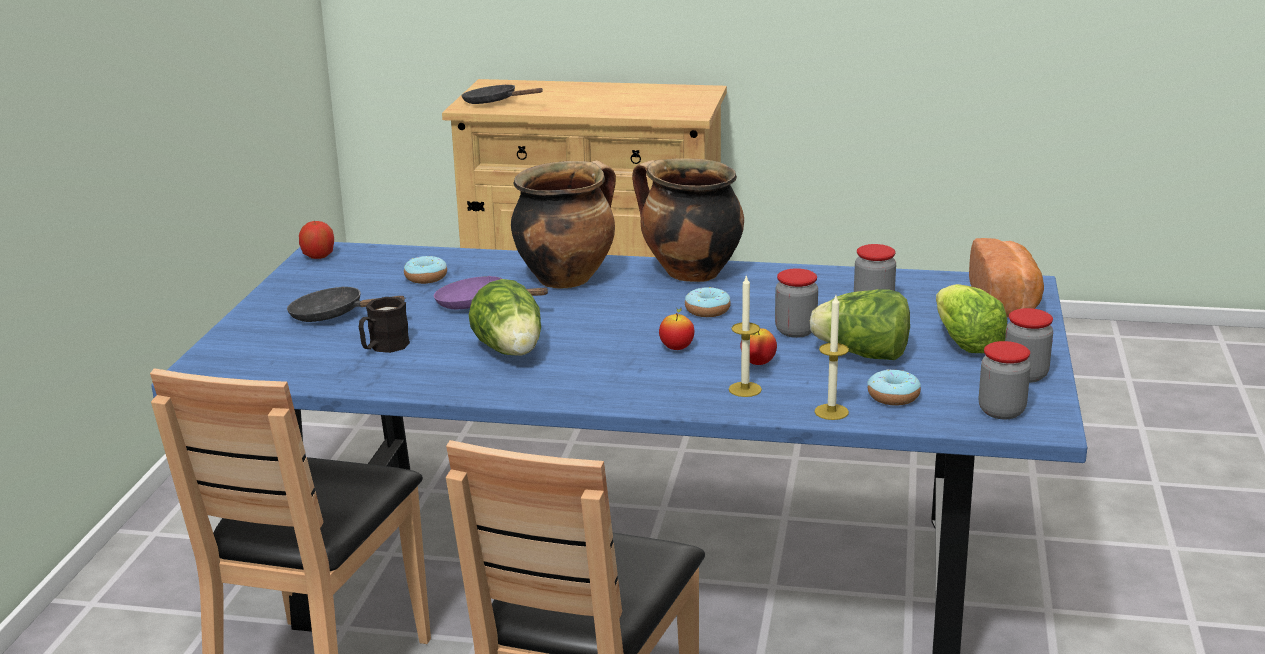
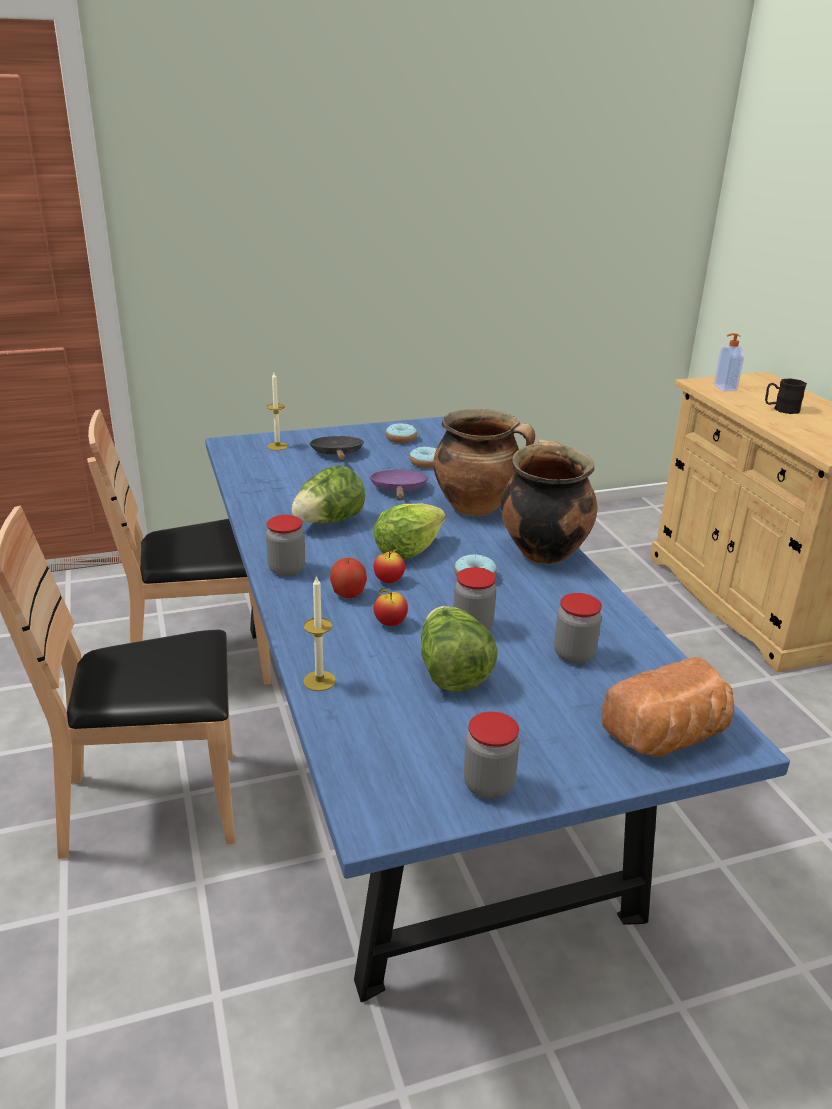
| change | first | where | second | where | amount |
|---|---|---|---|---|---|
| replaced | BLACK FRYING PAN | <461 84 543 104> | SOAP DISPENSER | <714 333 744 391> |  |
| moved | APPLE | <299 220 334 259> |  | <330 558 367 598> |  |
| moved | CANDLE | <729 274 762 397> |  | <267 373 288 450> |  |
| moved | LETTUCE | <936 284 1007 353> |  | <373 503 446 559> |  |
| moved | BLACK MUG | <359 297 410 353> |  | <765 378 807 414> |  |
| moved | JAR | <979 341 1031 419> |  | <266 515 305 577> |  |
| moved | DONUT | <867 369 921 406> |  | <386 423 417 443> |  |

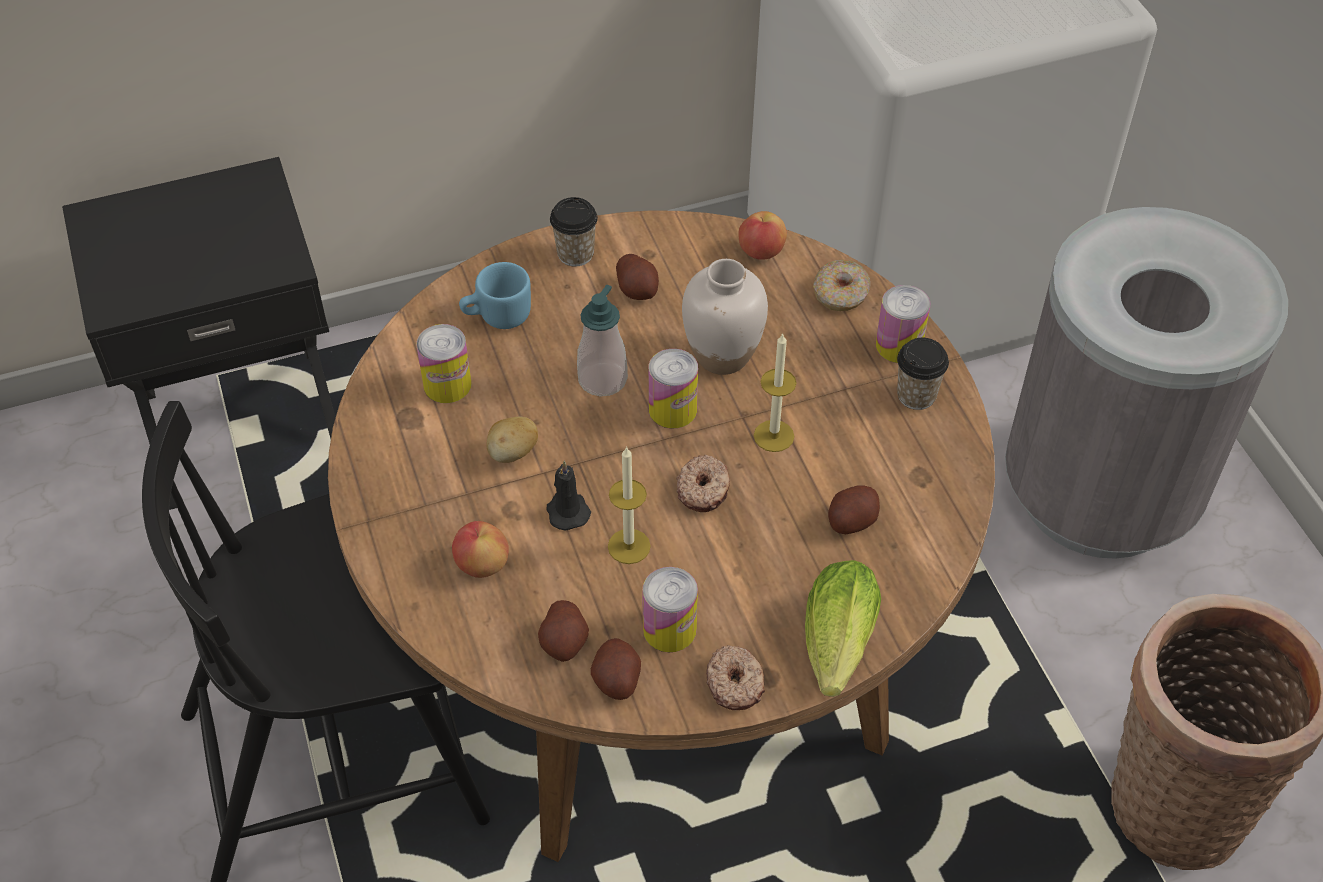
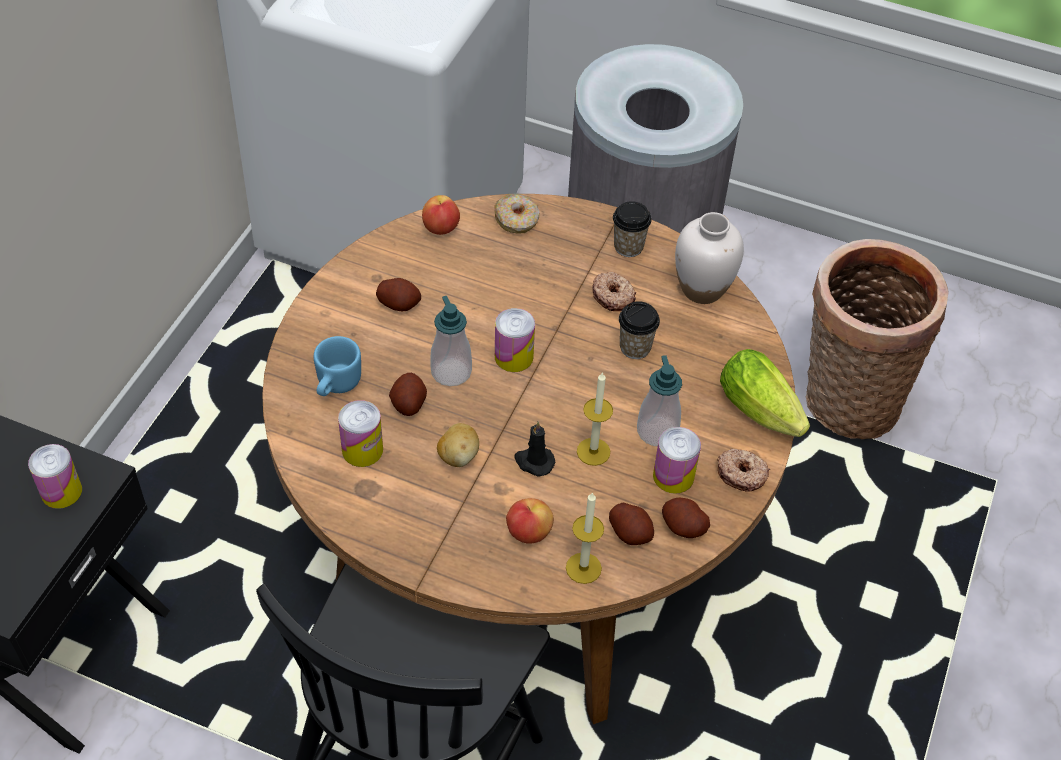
| change | first | where | second | where | amount |
|---|---|---|---|---|---|
| moved | CUP | <550 197 598 266> |  | <619 301 660 359> |  |
| moved | WHITE VASE | <682 259 768 375> |  | <675 212 744 304> |  |
| moved | CAN | <876 285 930 363> |  | <28 444 82 509> |  |
| moved | CANDLE | <754 333 797 452> |  | <566 492 604 584> |  |
| moved | DONUT | <676 454 730 512> |  | <592 272 636 311> |  |
| moved | POTATO | <828 486 880 534> |  | <389 373 427 416> |  |
| added |  |  | SOAP DISPENSER | <637 355 682 446> |  |

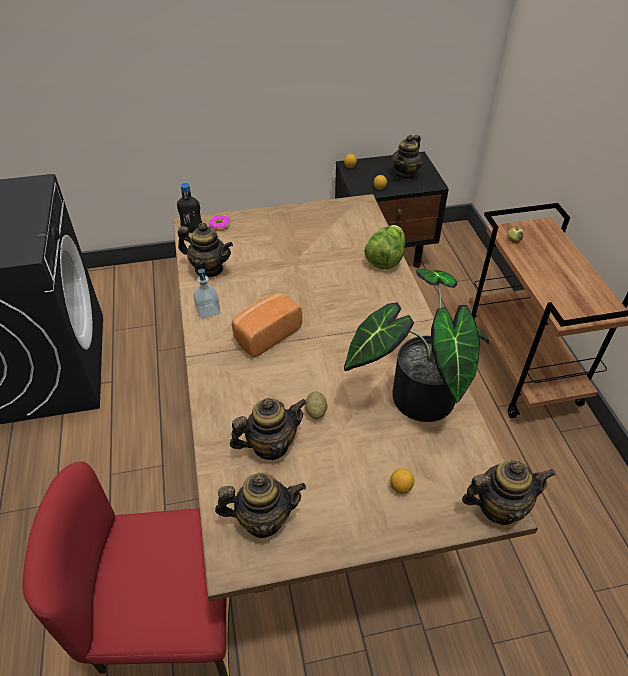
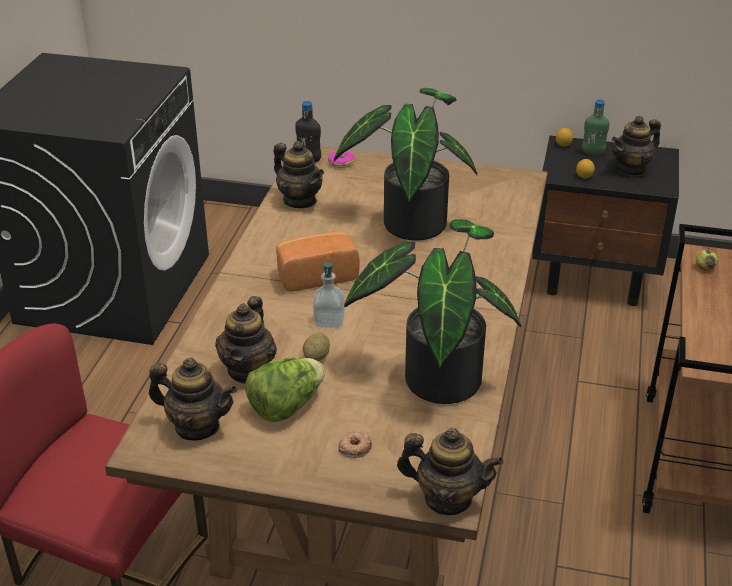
| change | first | where | second | where | amount |
|---|---|---|---|---|---|
| moved | LETTUCE | <364 225 405 269> |  | <245 357 325 422> |  |
| moved | SOAP DISPENSER | <193 269 220 318> |  | <313 262 345 328> |  |
| turned | TEAPOT | <230 398 307 460> |  | <215 296 277 384> | 105 degrees clockwise |
| replaced | LEMON | <390 469 414 494> | DONUT | <338 432 372 458> |  |
| added |  |  | POTTED PLANT | <334 88 477 241> |  |
| added |  |  | GREEN BOTTLE | <582 99 610 156> |  |

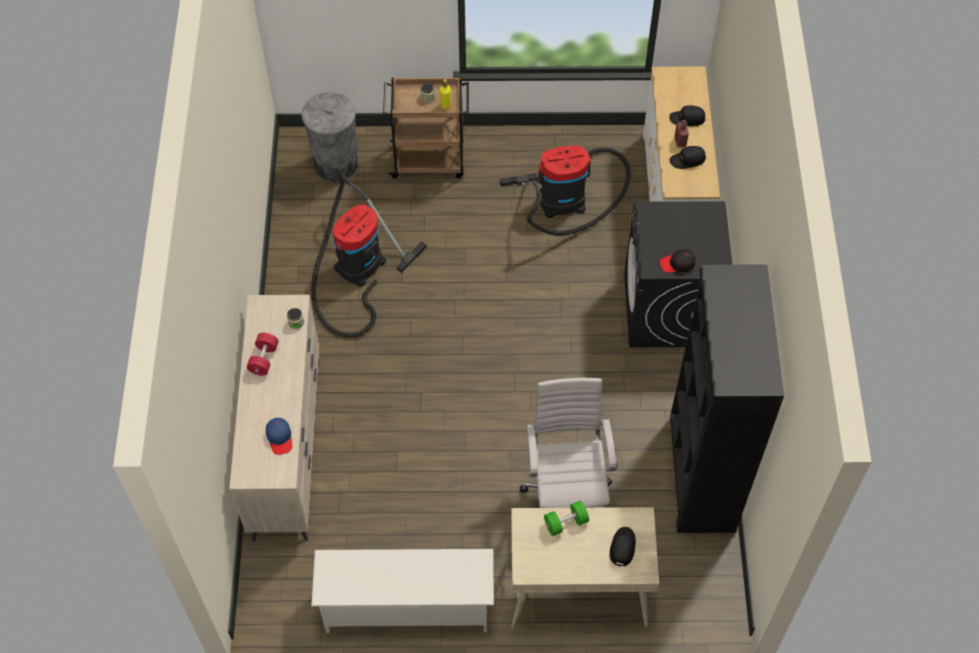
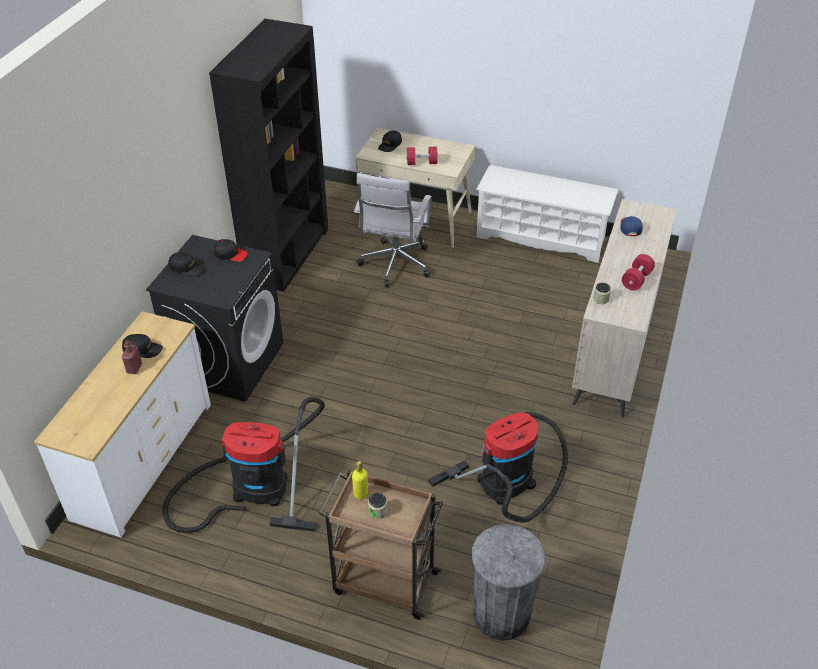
| change | first | where | second | where | amount |
|---|---|---|---|---|---|
| moved | BLACK CAP | <669 105 705 126> |  | <169 252 205 276> |  |
| recoloured | GREEN DUMBBELL | <544 501 589 536> | RED DUMBBELL | <406 147 438 165> |  |

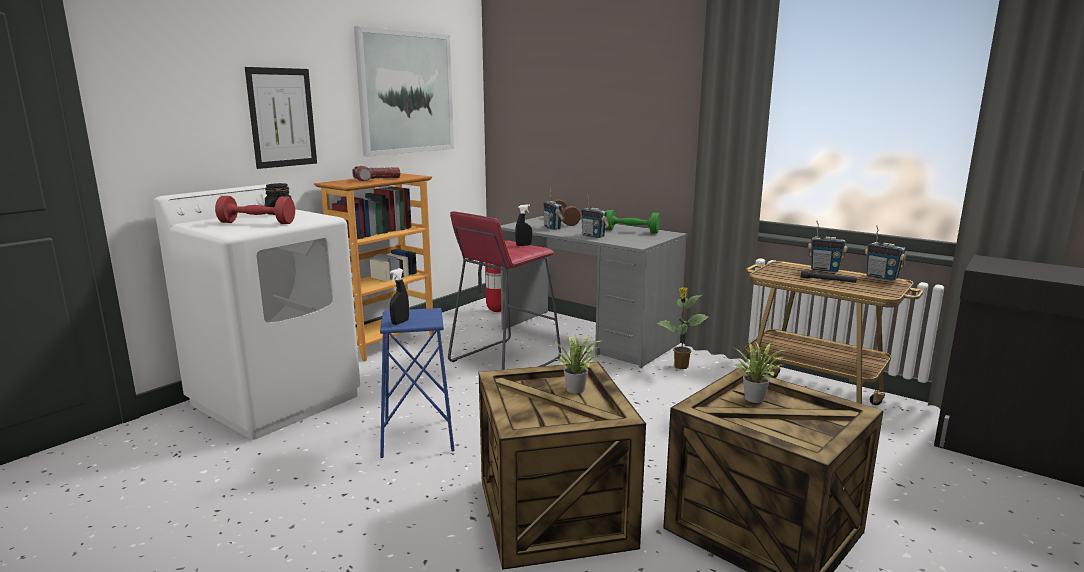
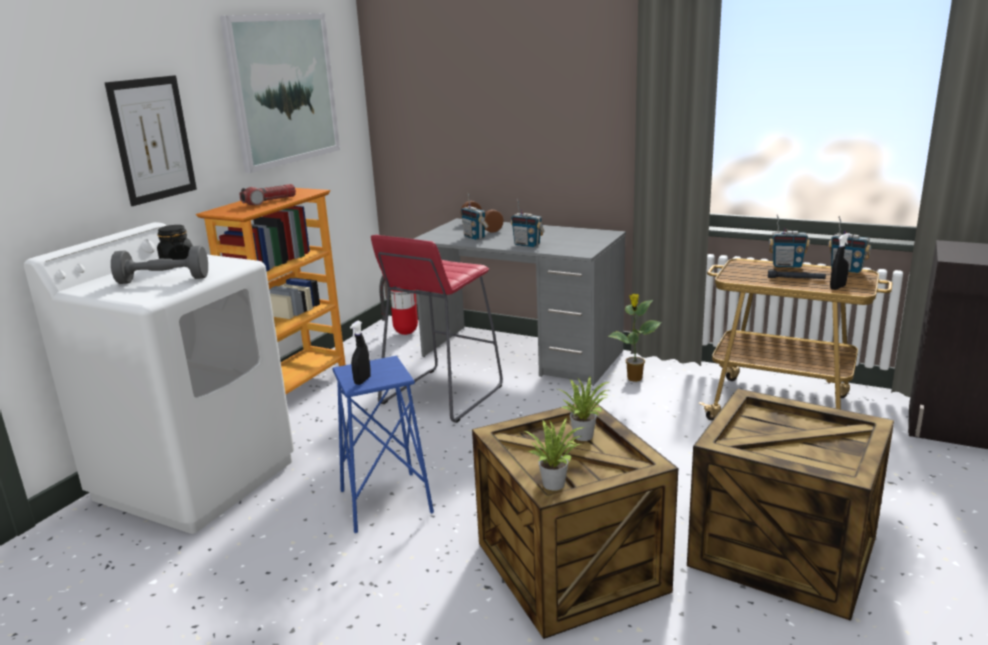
| change | first | where | second | where | amount |
|---|---|---|---|---|---|
| recoloured | RED DUMBBELL | <215 196 295 224> | GREY DUMBBELL | <111 246 208 284> |  |
| moved | BLACK SPRAY BOTTLE | <515 204 532 246> |  | <830 233 850 290> |  |
| removed | GREEN DUMBBELL | <606 210 660 234> |  |  |  |
| moved | POTTED PLANT | <735 342 786 403> |  | <525 419 584 491> |  |

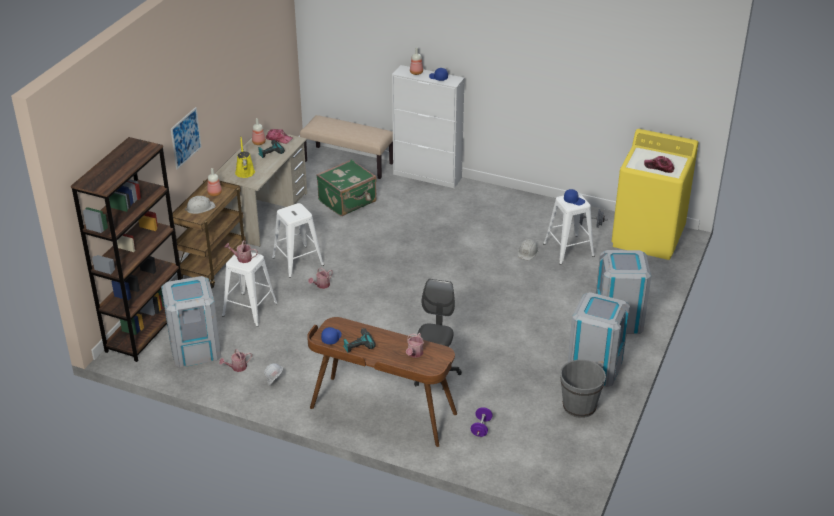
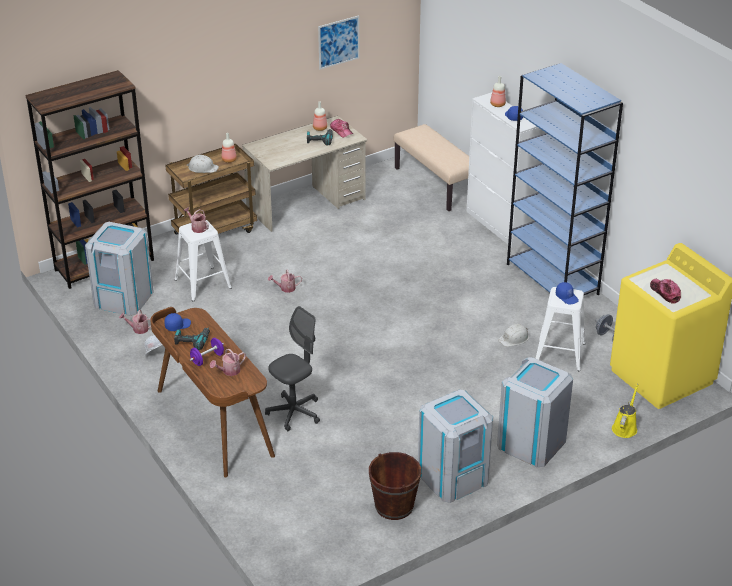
| change | first | where | second | where | amount |
|---|---|---|---|---|---|
| moved | PICTURE | <171 107 202 169> |  | <318 15 359 69> |  |
| moved | YELLOW WATERING CAN | <235 136 255 178> |  | <612 384 639 438> |  |
| removed | GREEN SUITCASE | <316 159 376 216> |  |  |  |
| removed | WHITE STOOL | <272 203 324 278> |  |  |  |
| recoloured | GREY BUCKET | <560 360 606 418> | BROWN BUCKET | <369 452 421 520> |  |
| moved | PURPLE DUMBBELL | <471 407 493 437> |  | <190 338 224 366> |  |
| added |  |  | BLUE BOOKCASE | <507 63 623 295> |  |

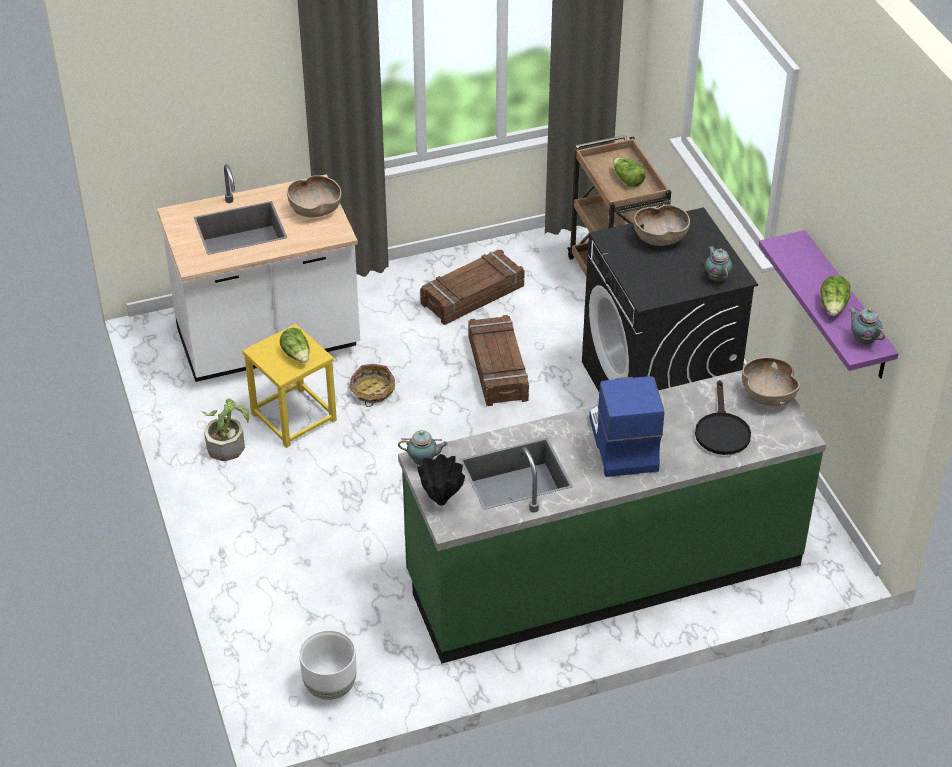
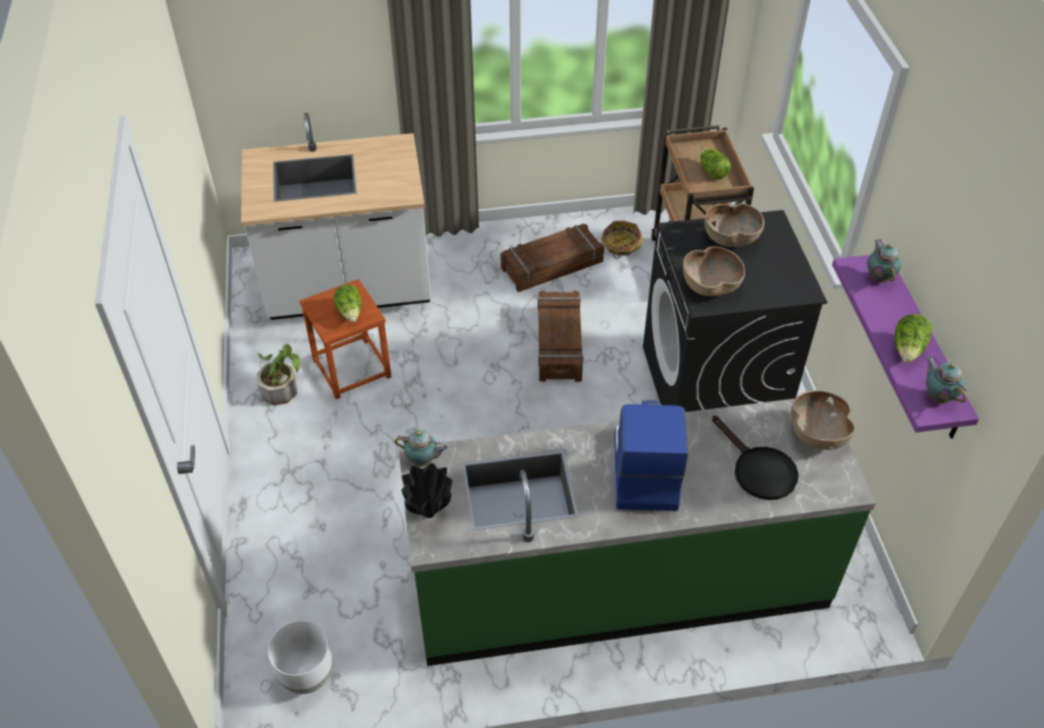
| change | first | where | second | where | amount |
|---|---|---|---|---|---|
| moved | BROWN BOWL | <287 175 342 218> |  | <683 246 745 296> |  |
| moved | TEAPOT | <705 246 732 281> |  | <867 239 901 283> |  |
| recoloured | YELLOW STOOL | <242 324 337 448> | BROWN STOOL | <299 279 392 399> |  |
| moved | BASKET | <349 364 395 407> |  | <601 221 643 259> |  |
| turned | BLACK FRYING PAN | <695 380 751 455> |  | <712 415 799 500> | 45 degrees counterclockwise |

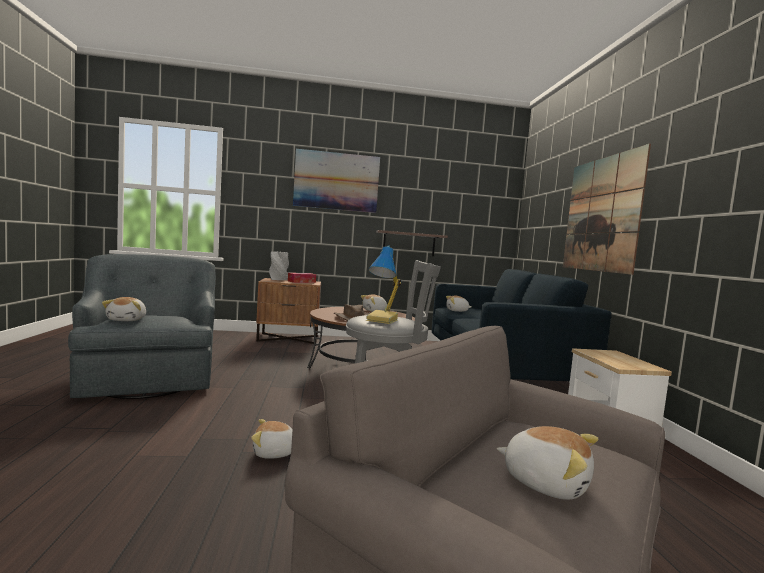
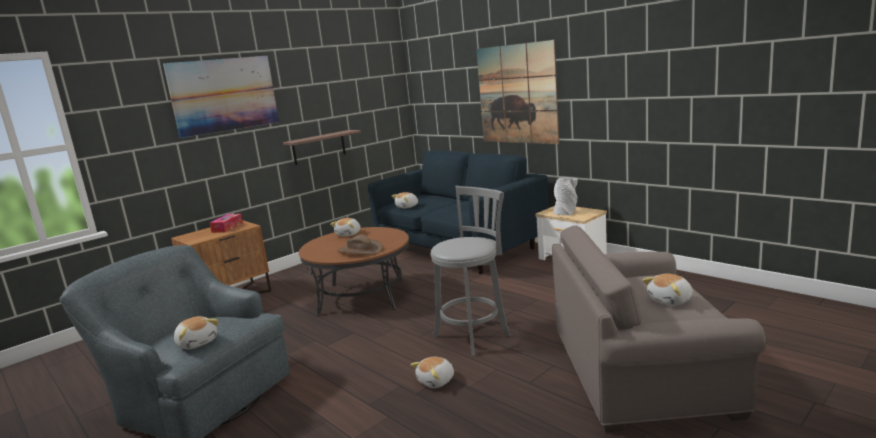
| change | first | where | second | where | amount |
|---|---|---|---|---|---|
| removed | TABLE LAMP | <366 245 401 324> |  |  |  |
| moved | GREY VASE | <269 251 289 280> |  | <553 177 578 215> |  |
| turned | PLUSH TOY | <497 426 598 500> |  | <642 274 693 306> | 150 degrees clockwise |

